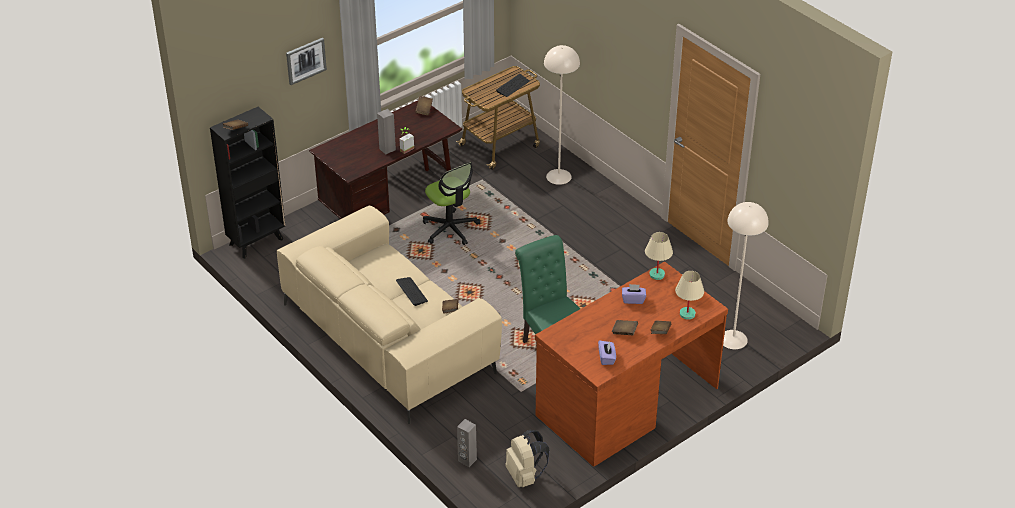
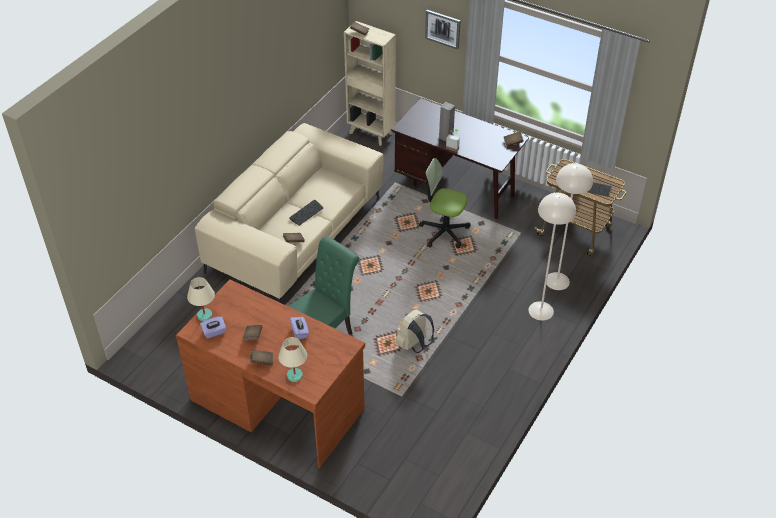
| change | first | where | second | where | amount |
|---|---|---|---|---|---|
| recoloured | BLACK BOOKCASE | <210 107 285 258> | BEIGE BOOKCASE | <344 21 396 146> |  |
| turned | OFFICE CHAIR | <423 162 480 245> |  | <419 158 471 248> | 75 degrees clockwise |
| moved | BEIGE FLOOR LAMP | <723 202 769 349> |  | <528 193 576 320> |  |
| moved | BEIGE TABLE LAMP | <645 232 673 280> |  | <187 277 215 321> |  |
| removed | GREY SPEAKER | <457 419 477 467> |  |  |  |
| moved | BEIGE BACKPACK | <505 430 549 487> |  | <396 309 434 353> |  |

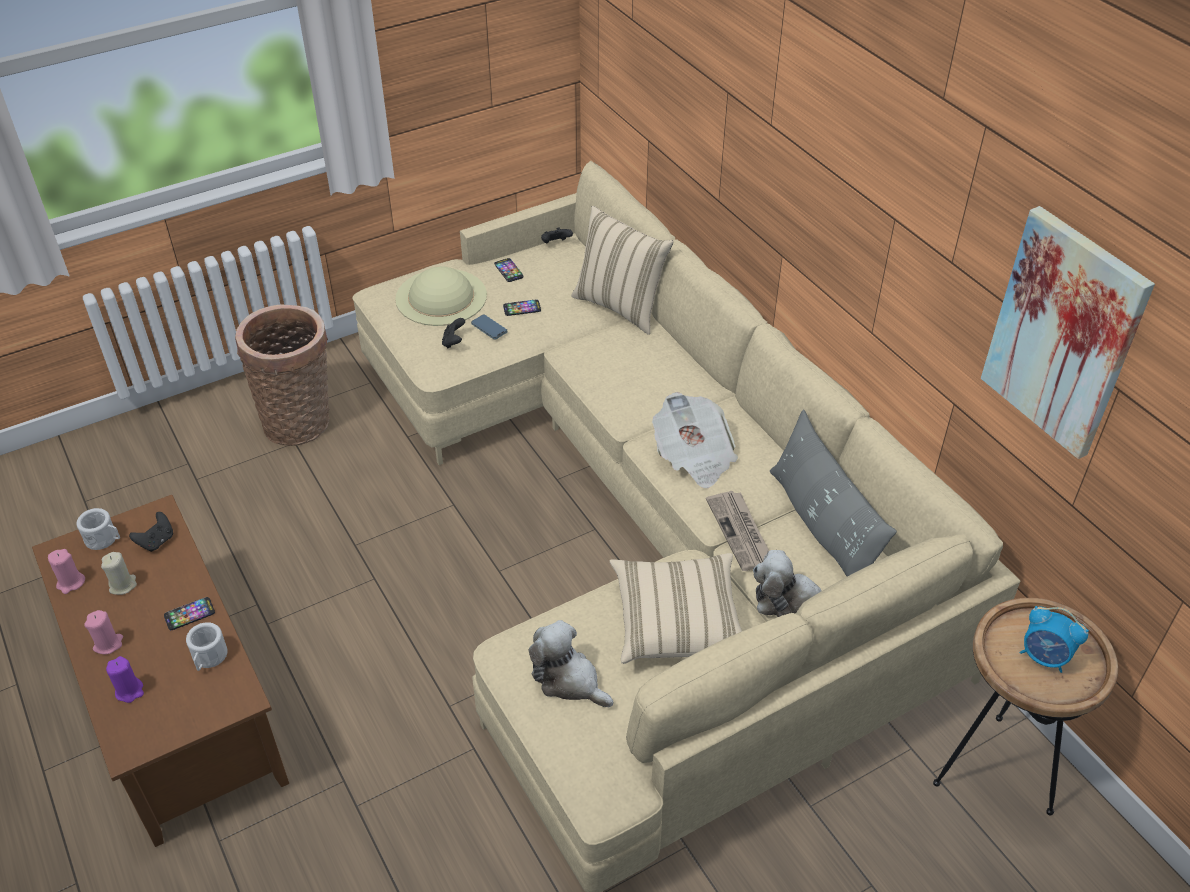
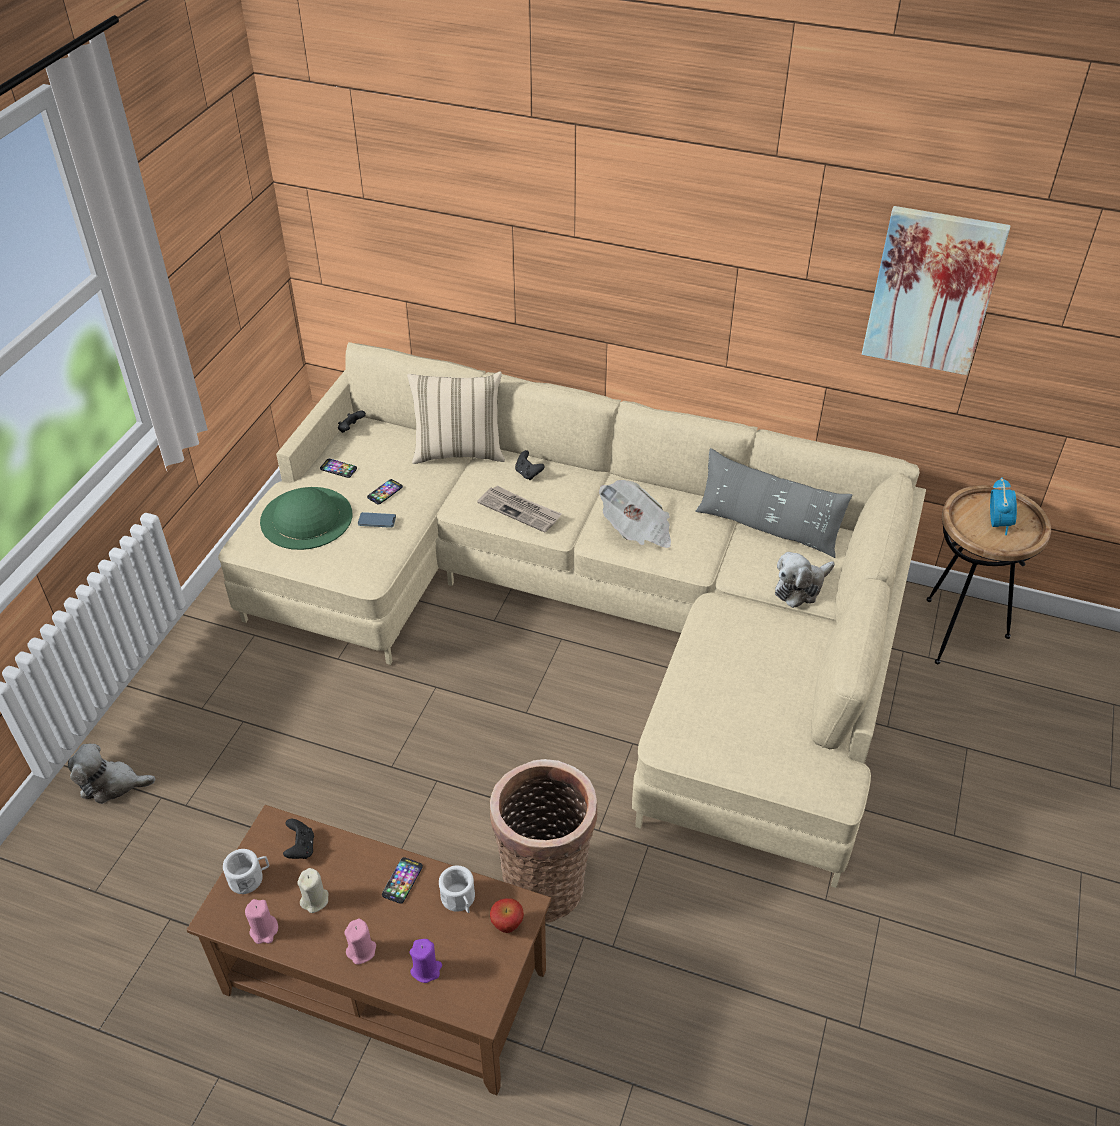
| change | first | where | second | where | amount |
|---|---|---|---|---|---|
| recoloured | BEIGE HAT | <395 266 487 326> | GREEN HAT | <260 487 352 550> |  |
| moved | BASKET | <235 304 330 446> |  | <490 759 597 923> |  |
| moved | BLACK GAME CONTROLLER | <442 318 465 349> |  | <515 450 545 481> |  |
| moved | NEWSPAPER | <706 491 769 571> |  | <477 486 561 533> |  |
| removed | BEIGE PILLOW | <609 553 742 664> |  |  |  |
| turned | ALARM CLOCK | <1020 606 1089 673> |  | <990 478 1017 535> | 75 degrees counterclockwise |
| moved | PLUSH TOY | <528 620 613 707> |  | <68 744 155 804> |  |
| added |  |  | APPLE | <490 898 524 933> |  |

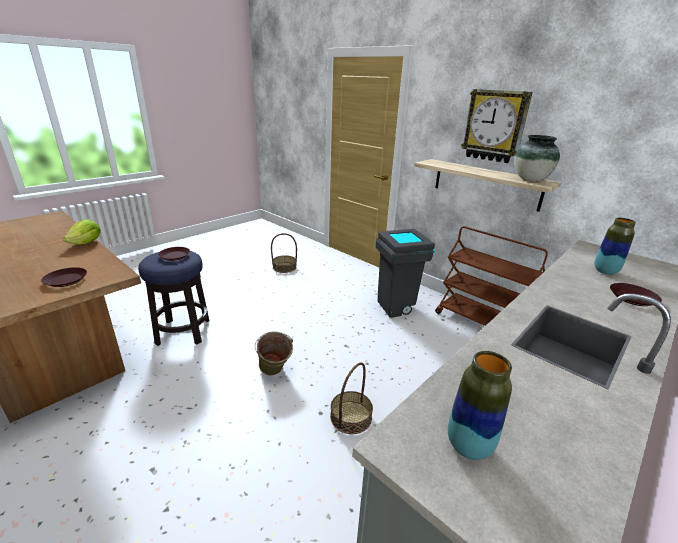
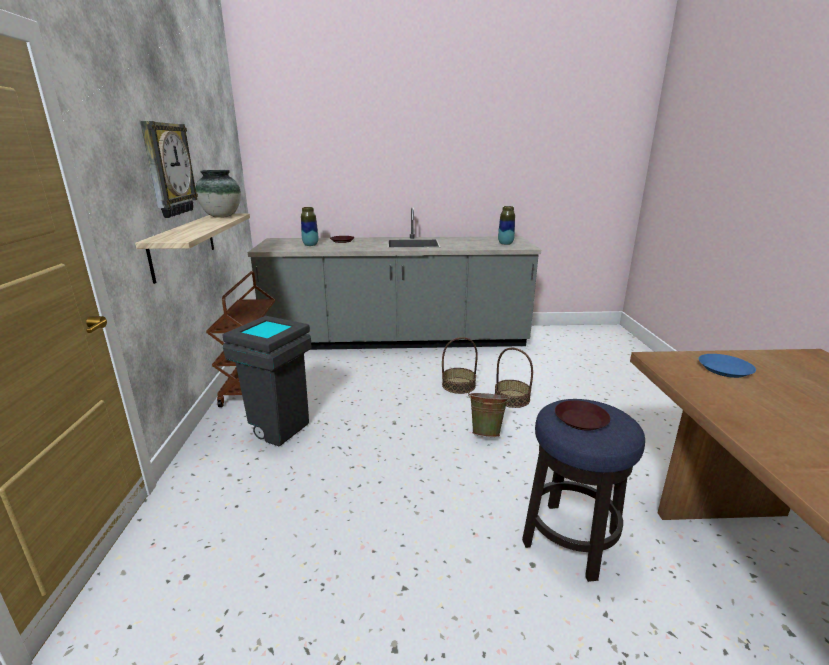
| change | first | where | second | where | amount |
|---|---|---|---|---|---|
| removed | LETTUCE | <63 219 101 245> |  |  |  |
| moved | BASKET | <271 233 297 273> |  | <495 348 533 408> |  |
| recoloured | BROWN PLATE | <41 267 87 287> | BLUE PLATE | <699 354 756 378> |  |

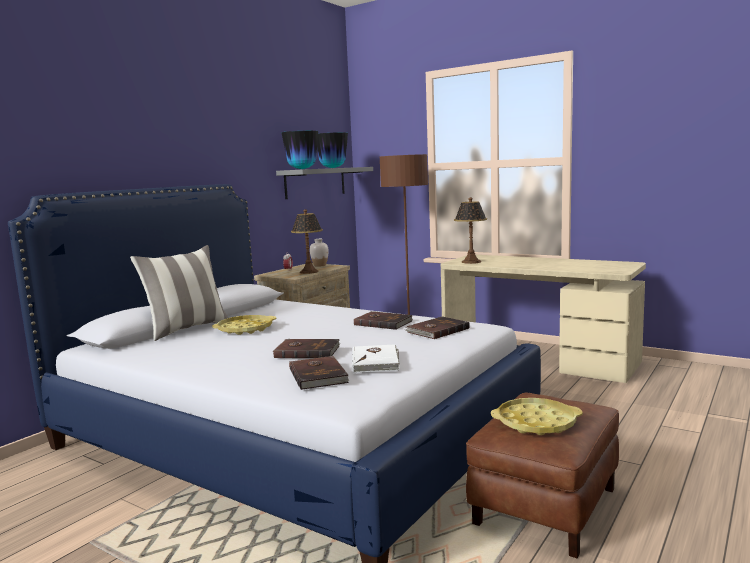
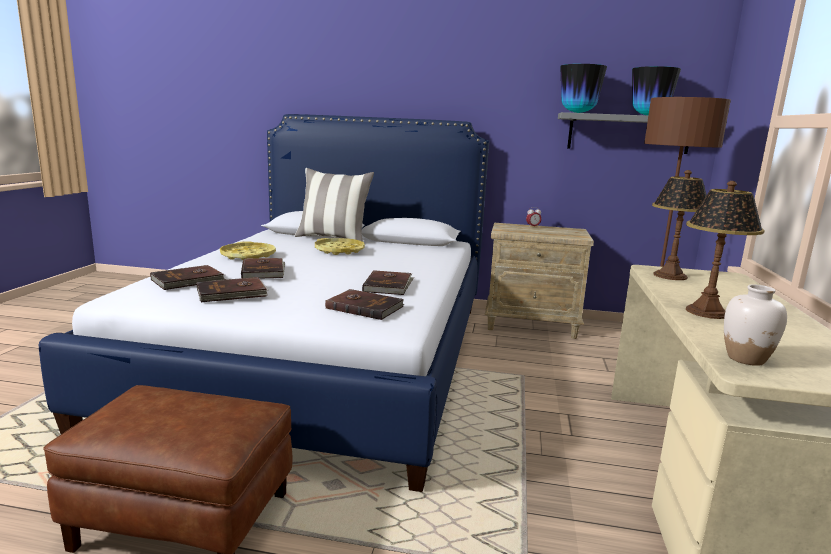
| change | first | where | second | where | amount |
|---|---|---|---|---|---|
| moved | TABLE LAMP | <291 209 323 274> |  | <686 181 765 319> |  |
| moved | WHITE VASE | <310 239 329 267> |  | <724 284 787 366> |  |
| recoloured | WHITE BOOK | <352 344 400 373> | BROWN BOOK | <197 277 268 302> |  |
| moved | YELLOW TRAY | <491 398 583 435> |  | <220 241 276 260> |  |

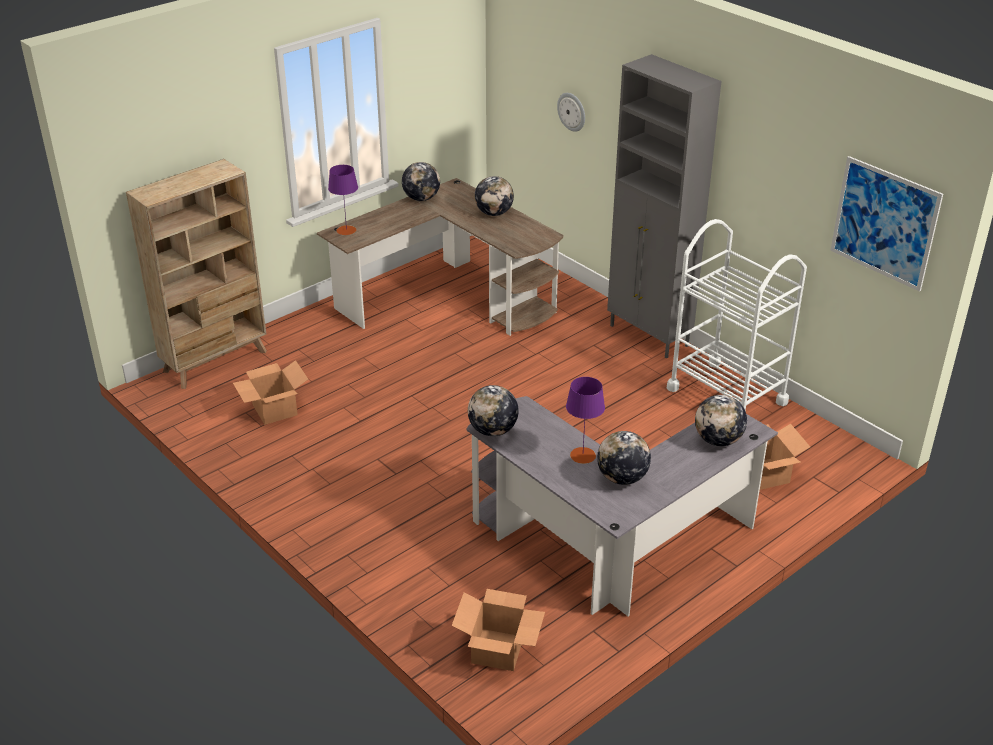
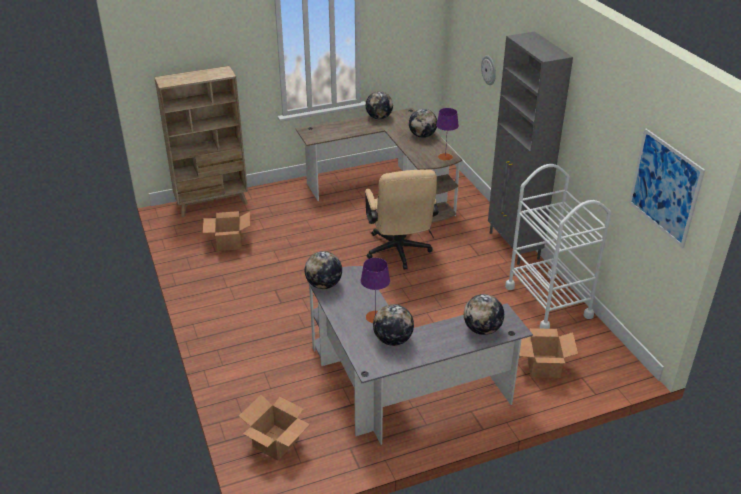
| change | first | where | second | where | amount |
|---|---|---|---|---|---|
| moved | PURPLE TABLE LAMP | <328 165 358 235> |  | <436 108 459 161> |  |
| added |  |  | BEIGE OFFICE CHAIR | <365 169 438 269> |  |

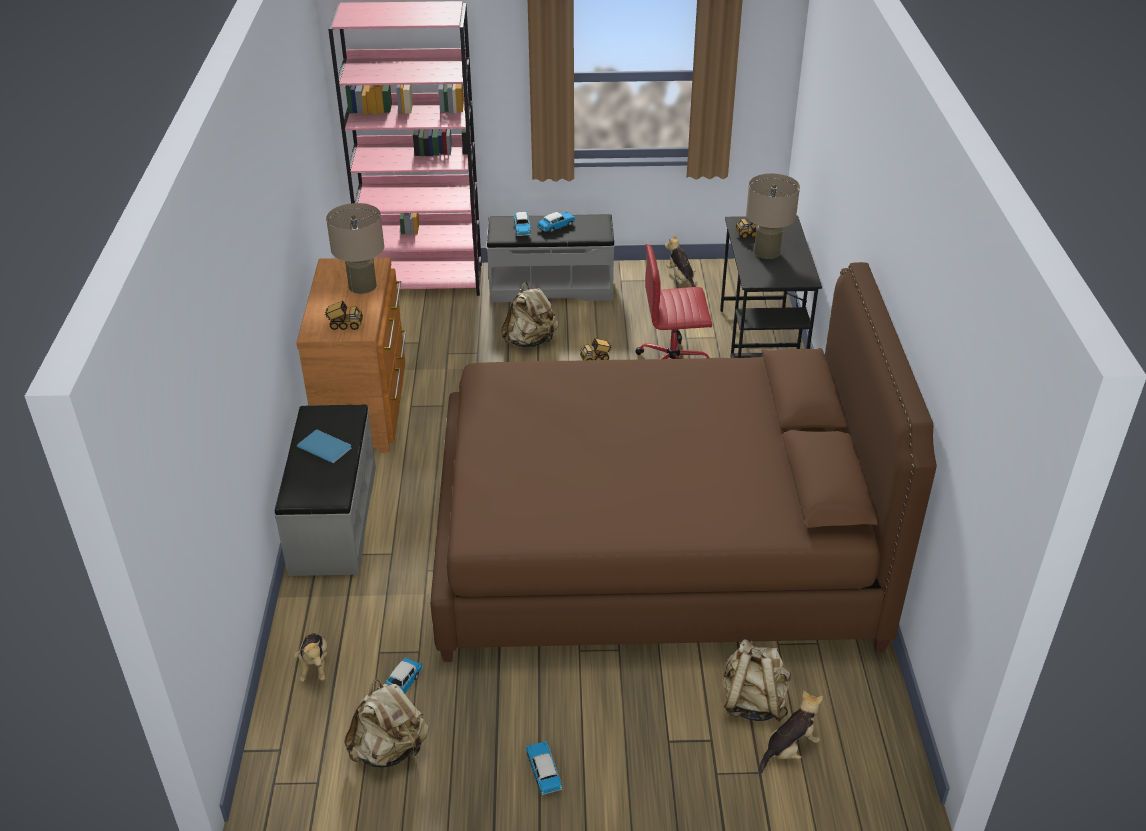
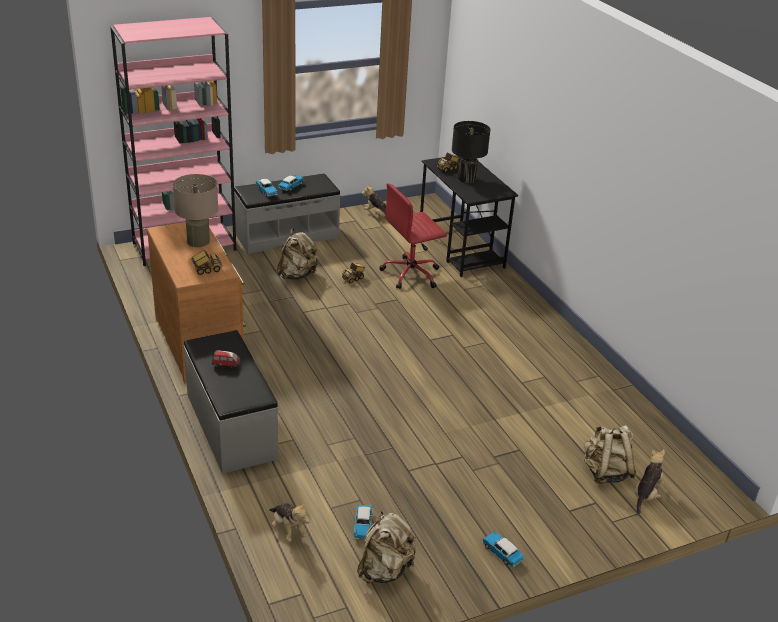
| change | first | where | second | where | amount |
|---|---|---|---|---|---|
| recoloured | BEIGE TABLE LAMP | <746 174 800 259> | BLACK TABLE LAMP | <452 121 490 183> |  |
| removed | BROWN BED | <430 262 937 662> |  |  |  |
| replaced | BLUE BOOK | <297 430 352 463> | TOY CAR | <212 350 240 368> |  |

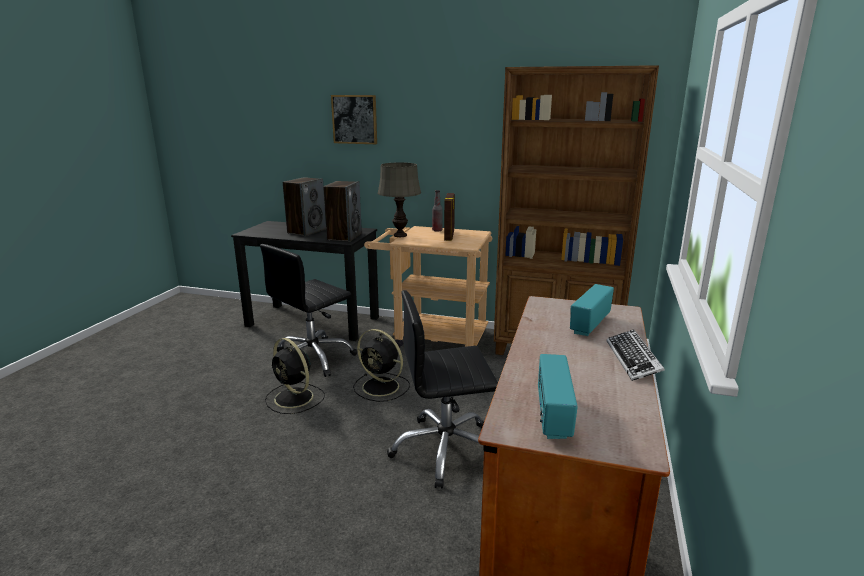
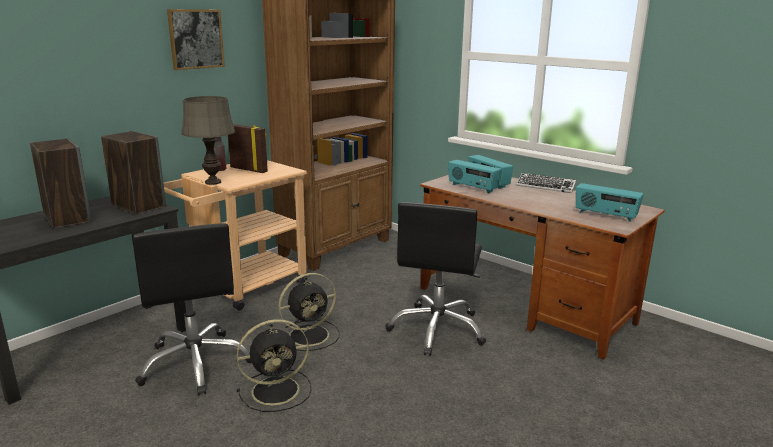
| change | first | where | second | where | amount |
|---|---|---|---|---|---|
| moved | PICTURE | <331 95 377 144> |  | <167 9 225 70> |  |
| added |  |  | RADIO | <448 160 502 193> |  |

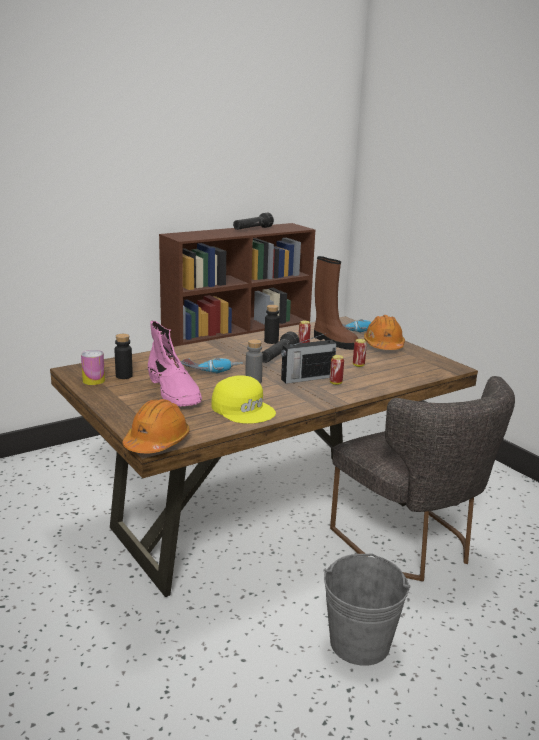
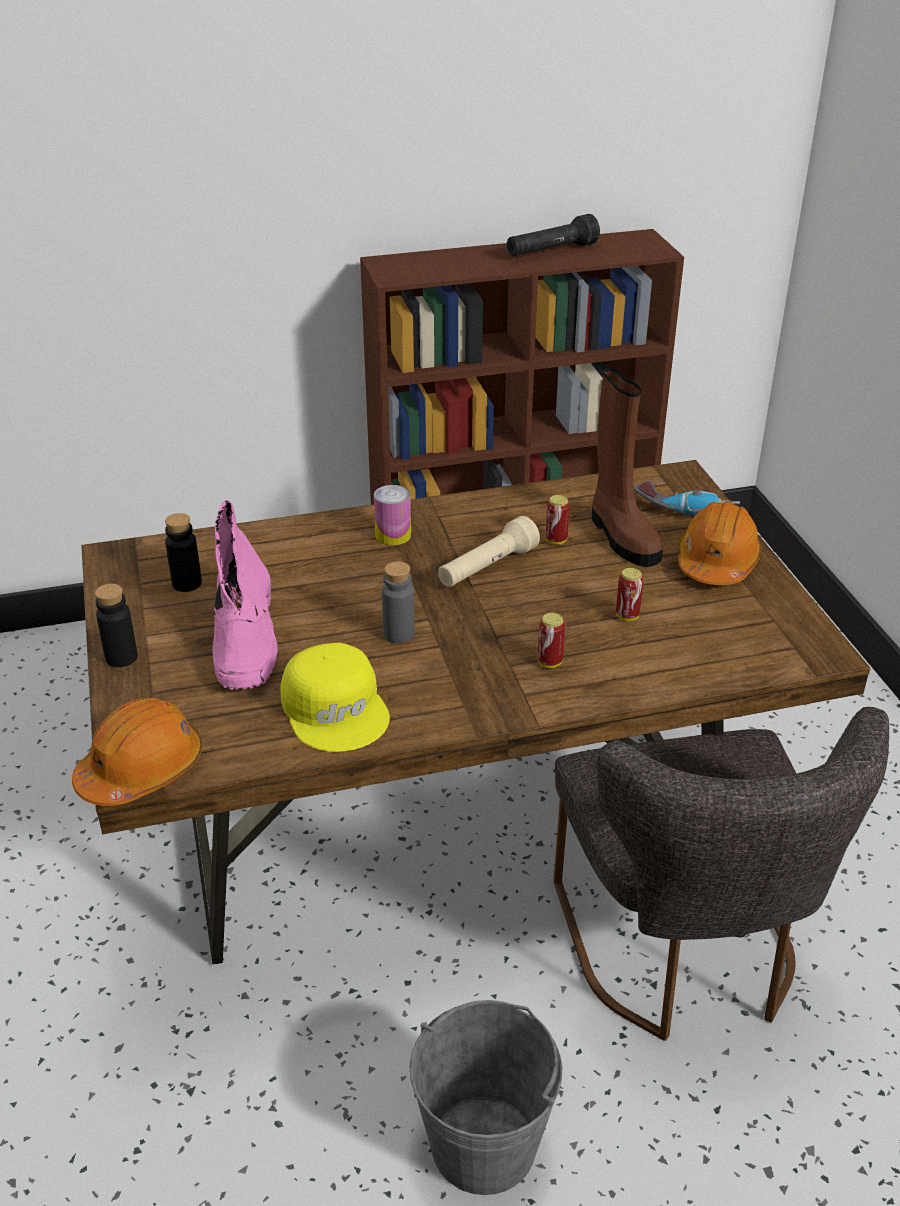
| change | first | where | second | where | amount |
|---|---|---|---|---|---|
| moved | BLACK BOTTLE | <264 305 280 344> |  | <95 584 138 667> |  |
| recoloured | BLACK FLASHLIGHT | <262 331 300 363> | BEIGE FLASHLIGHT | <438 516 540 587> |  |
| removed | RADIO | <281 333 337 384> |  |  |  |
| moved | CAN | <81 350 105 385> |  | <374 485 411 545> |  |
| removed | POWER DRILL | <181 357 243 373> |  |  |  |

